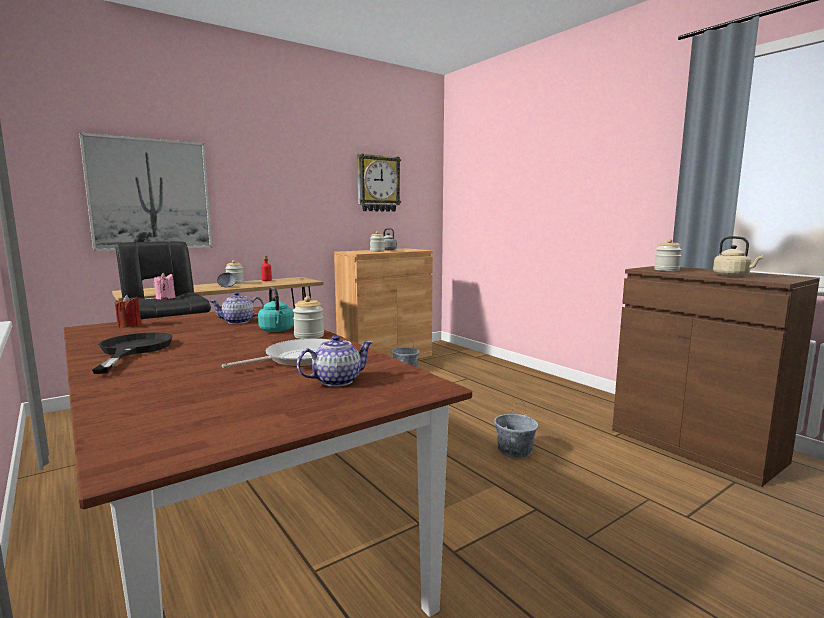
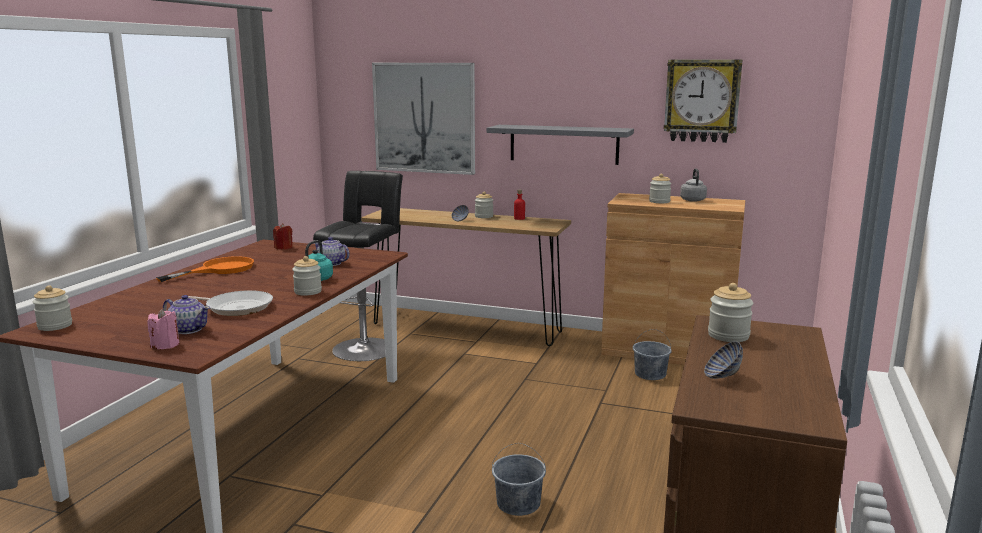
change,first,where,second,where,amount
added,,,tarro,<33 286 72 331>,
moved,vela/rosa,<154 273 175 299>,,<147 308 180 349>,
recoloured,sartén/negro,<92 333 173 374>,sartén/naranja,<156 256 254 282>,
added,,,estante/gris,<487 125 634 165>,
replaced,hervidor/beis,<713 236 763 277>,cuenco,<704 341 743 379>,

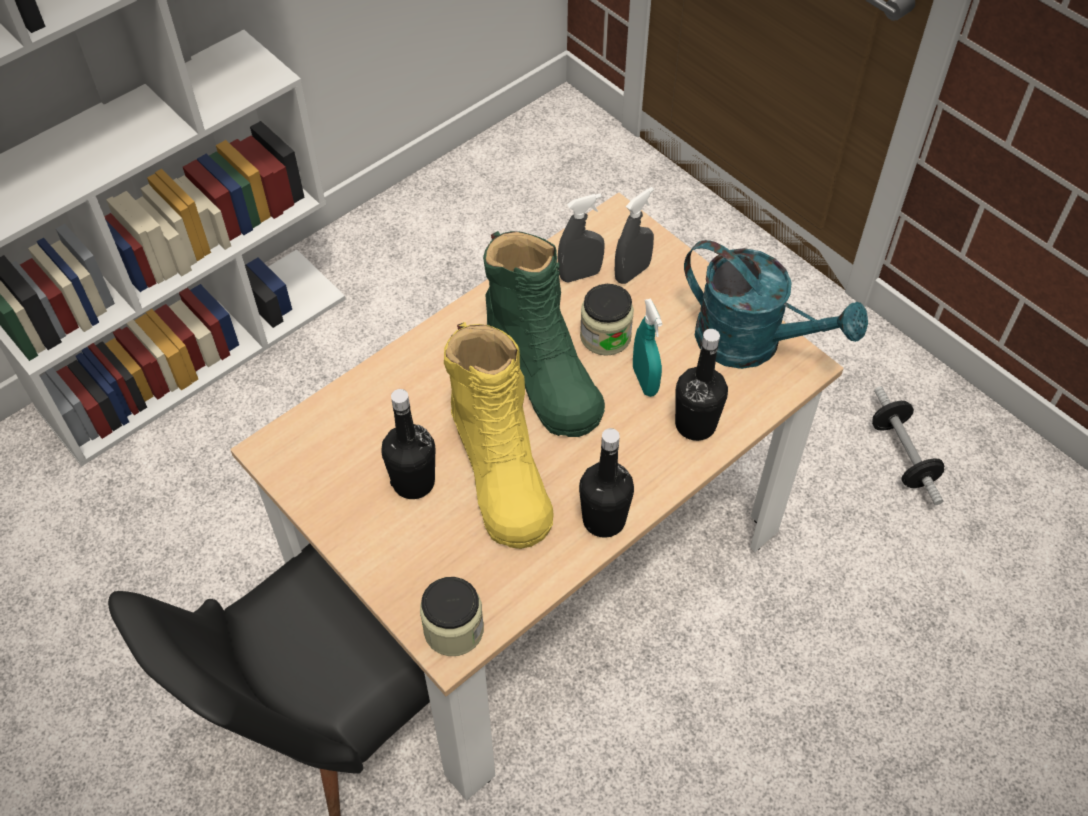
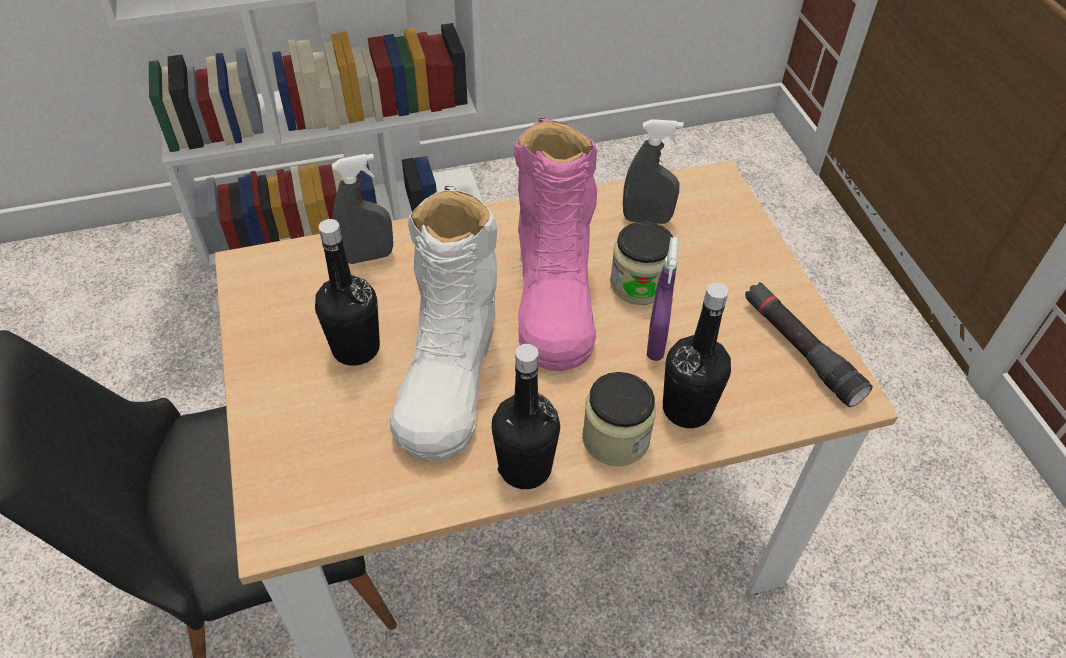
change,first,where,second,where,amount
moved,pulverizador/gris,<615 187 654 284>,,<332 154 393 264>,
recoloured,bota/amarillo,<444 322 554 549>,bota/blanco,<390 186 497 462>,
recoloured,bota/verde,<483 231 605 437>,bota/rosa,<514 118 597 371>,
moved,tarro,<420 577 484 656>,,<582 372 656 466>,
recoloured,pulverizador/turquesa,<633 298 662 397>,pulverizador/morado,<647 237 679 361>,
replaced,regadera/turquesa,<684 240 868 369>,linterna/negro,<745 282 873 407>,
removed,mancuerna,<872 386 945 505>,,,

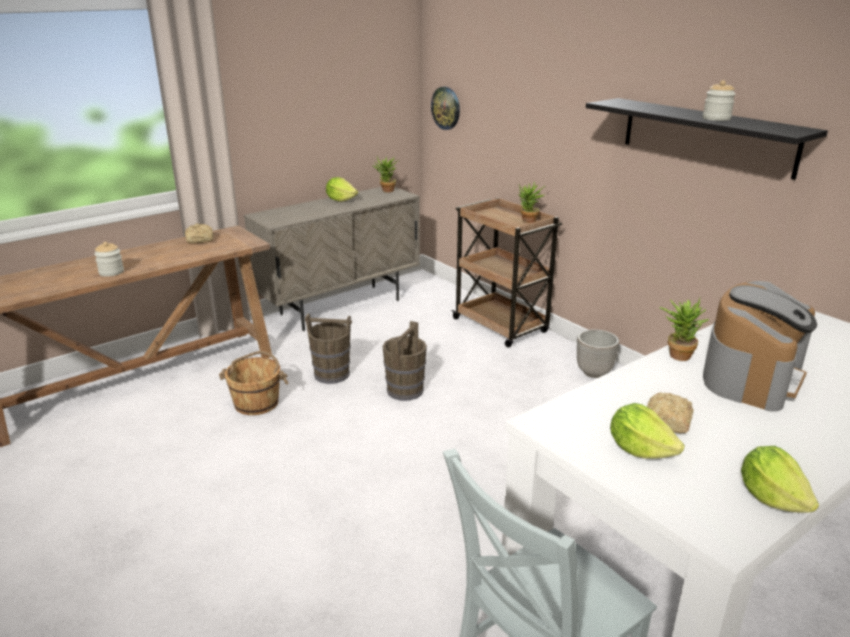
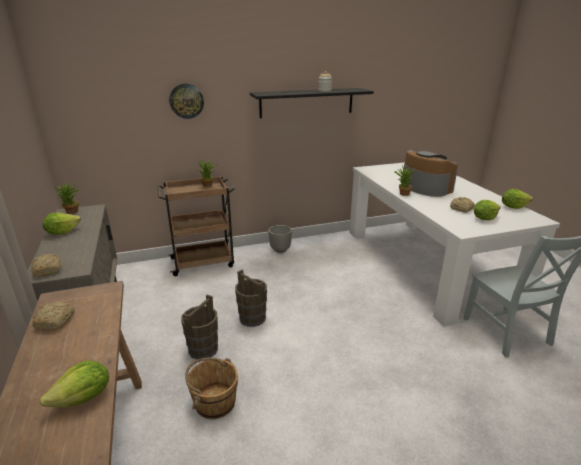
change,first,where,second,where,amount
added,,,pan,<31 254 61 277>,
replaced,tarro,<94 242 124 277>,lechuga,<40 360 109 408>,
moved,reloj de pared,<431 87 460 130>,,<169 84 204 119>,

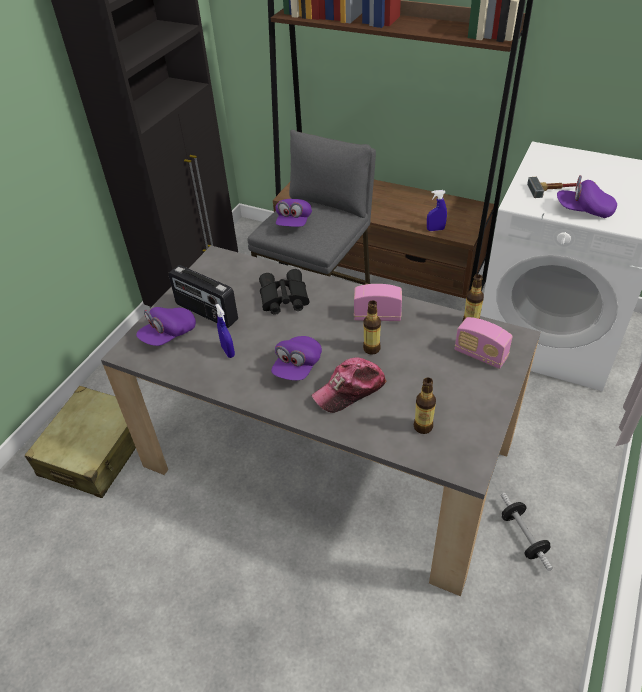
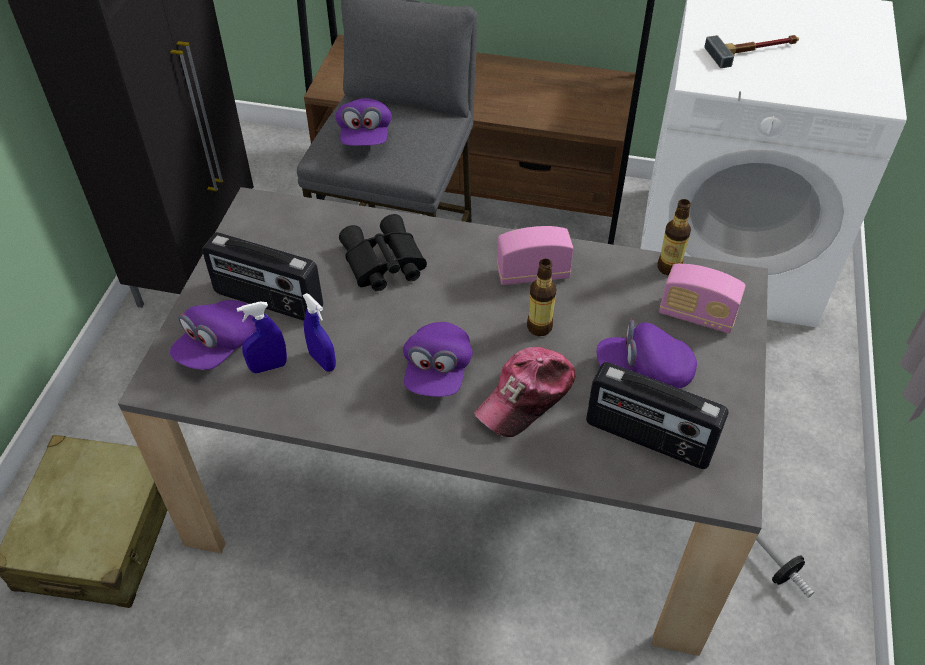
change,first,where,second,where,amount
moved,pulverizador/azul,<427 190 447 231>,,<237 302 287 373>,
replaced,botella,<414 378 436 434>,radio,<586 362 729 469>,
moved,gorra/morado,<557 175 617 218>,,<597 319 697 388>,

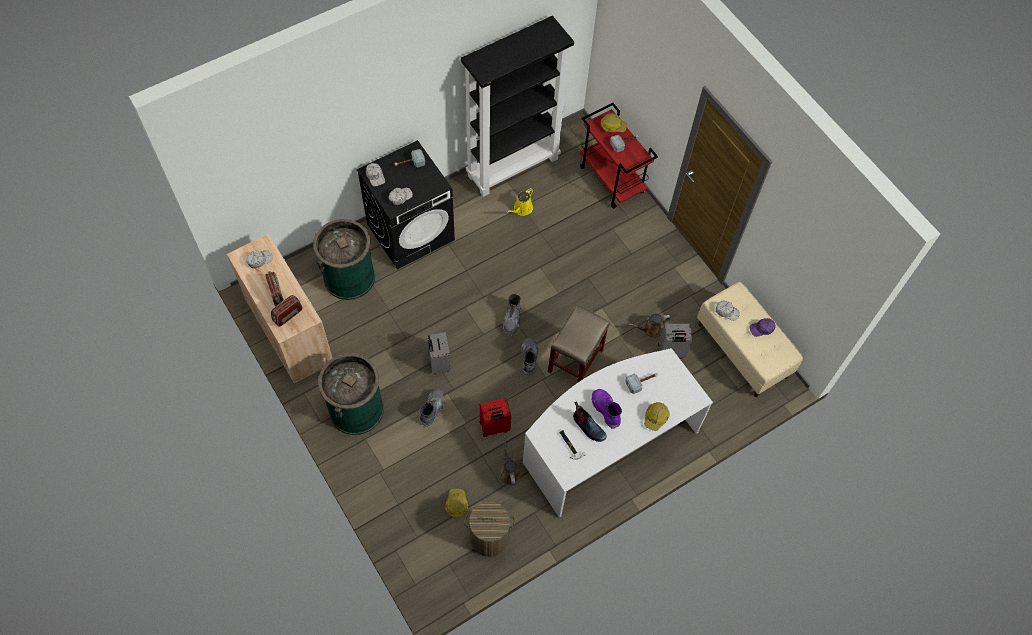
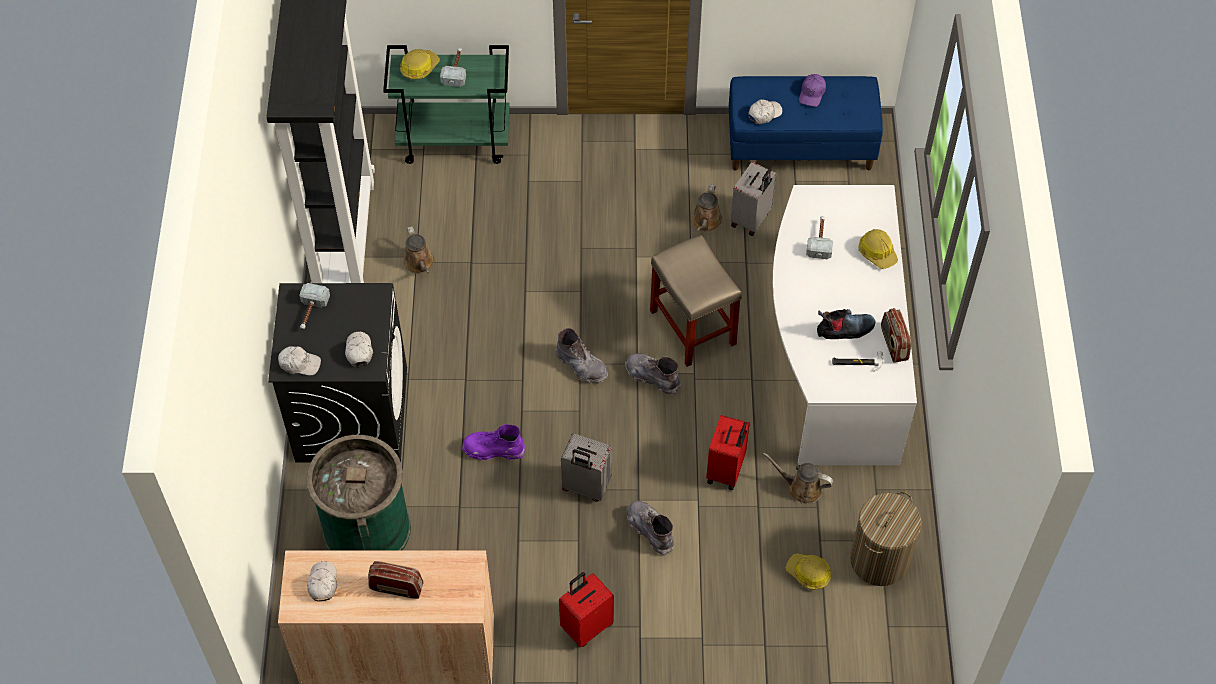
change,first,where,second,where,amount
recoloured,carrito/rojo,<580 103 658 209>,carrito/verde,<383 45 510 164>,
recoloured,regadera/amarillo,<507 188 534 216>,regadera/marrón,<403 226 434 274>,
moved,bota/morado,<591 389 622 429>,,<462 424 525 461>,
replaced,papelera/verde,<318 353 384 435>,maleta/rojo,<559 572 614 647>,
recoloured,banco/beis,<697 282 803 397>,banco/azul,<729 76 883 170>,
moved,radio,<271 295 303 327>,,<881 308 911 363>,

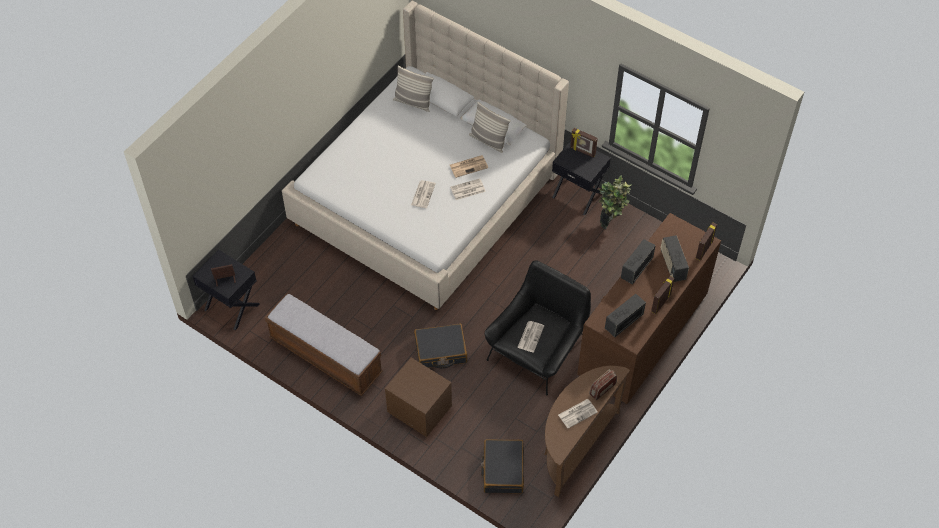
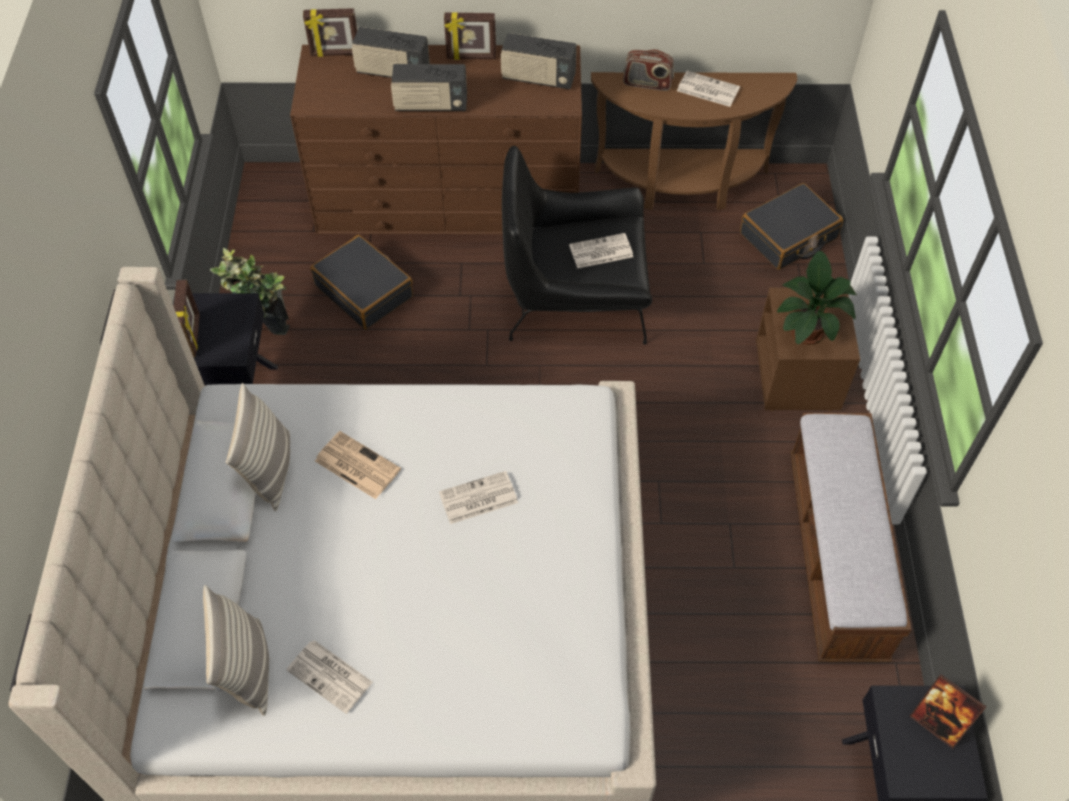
change,first,where,second,where,amount
moved,periódico,<450 178 486 200>,,<286 640 373 714>,
moved,maleta/negro,<414 324 467 368>,,<311 235 413 329>,
turned,radio,<661 235 689 282>,,<352 27 430 78>,60 degrees clockwise
added,,,planta en maceta,<777 251 857 345>,

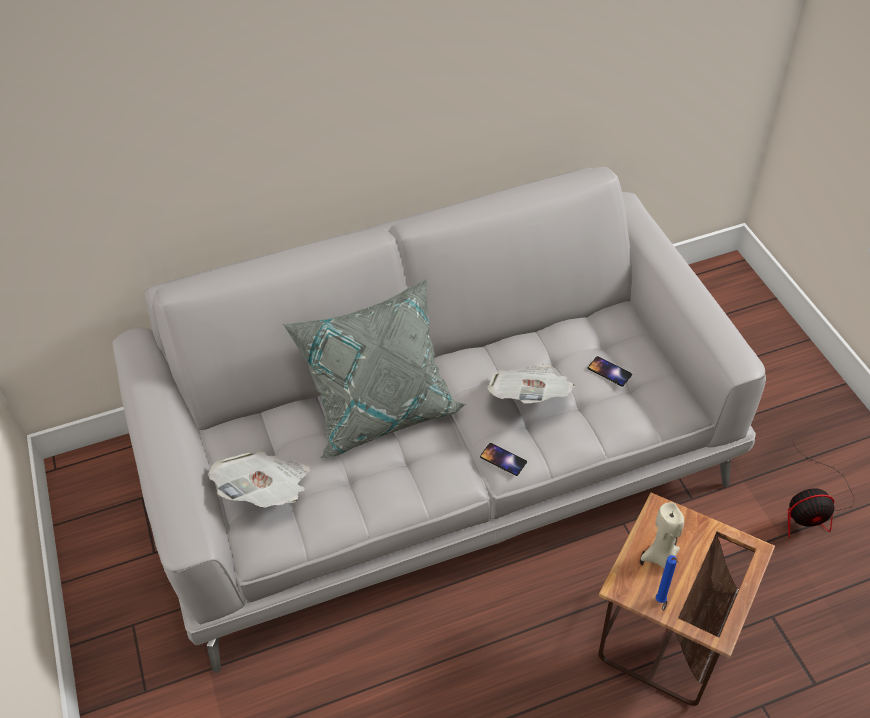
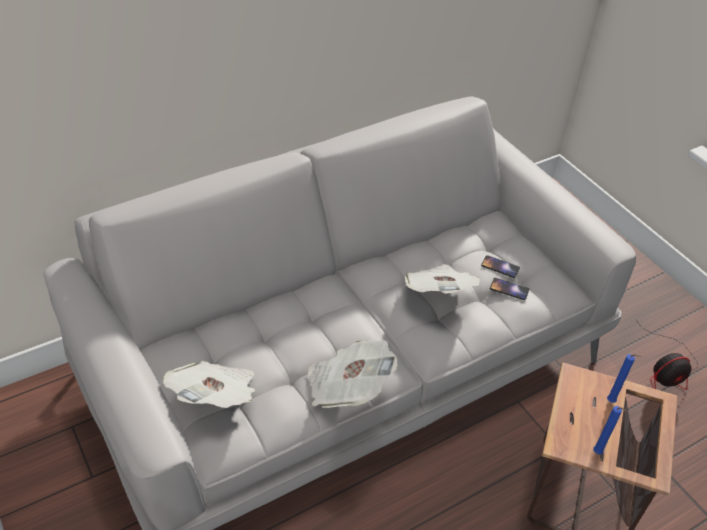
change,first,where,second,where,amount
added,,,periódico,<308 340 397 408>,
moved,móvil,<480 443 527 476>,,<490 278 529 300>,
added,,,vela/azul,<607 354 642 403>,
removed,cojín/gris,<283 279 466 458>,,,
removed,vela/beis,<641 502 684 568>,,,

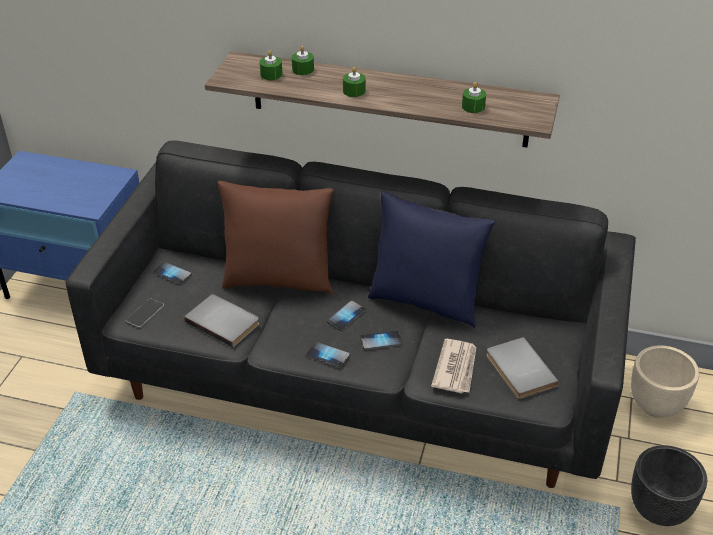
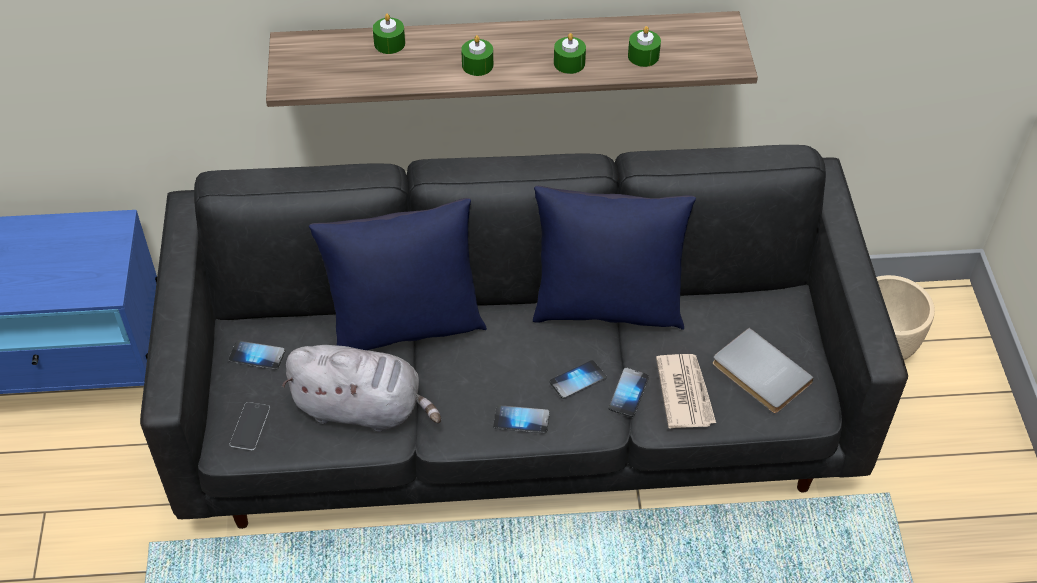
change,first,where,second,where,amount
replaced,libro/gris,<184 294 259 347>,peluche/gris,<282 345 441 432>,
recoloured,cojín/marrón,<217 181 334 295>,cojín/azul,<309 198 487 350>,
moved,vela/verde,<259 50 282 80>,,<554 33 586 74>,
moved,móvil,<327 301 366 331>,,<608 368 649 417>,
removed,maceta/negro,<631 445 707 526>,,,

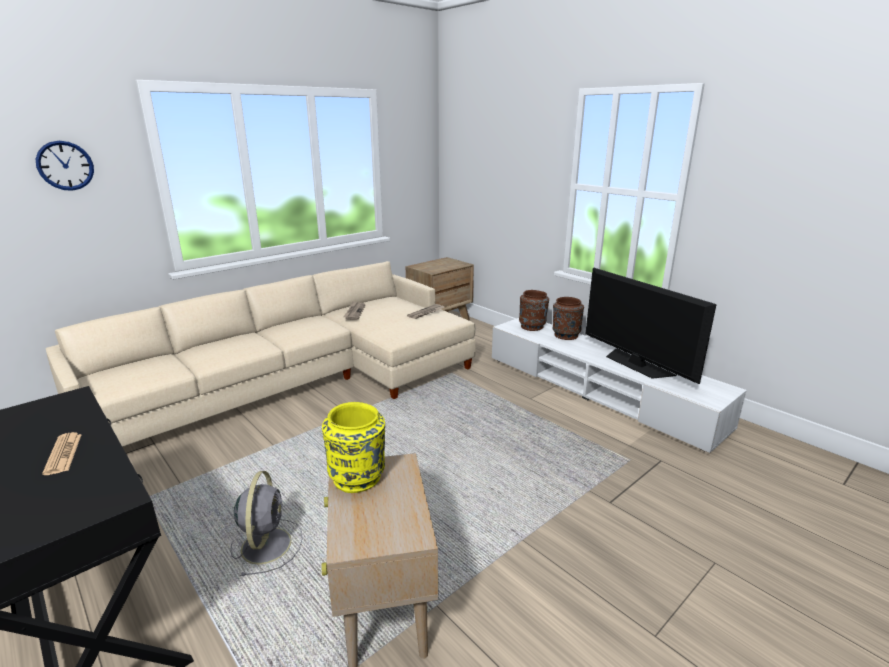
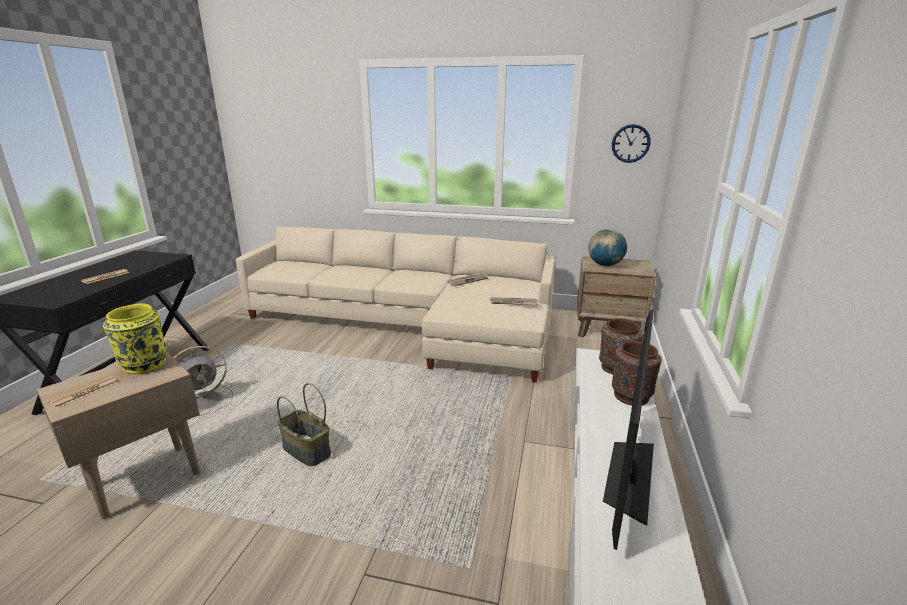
change,first,where,second,where,amount
added,,,periódico,<49 376 119 409>,
added,,,cesta,<277 383 331 466>,
added,,,globo terráqueo,<588 229 627 266>,
moved,reloj de pared,<36 141 94 191>,,<612 124 651 163>,

